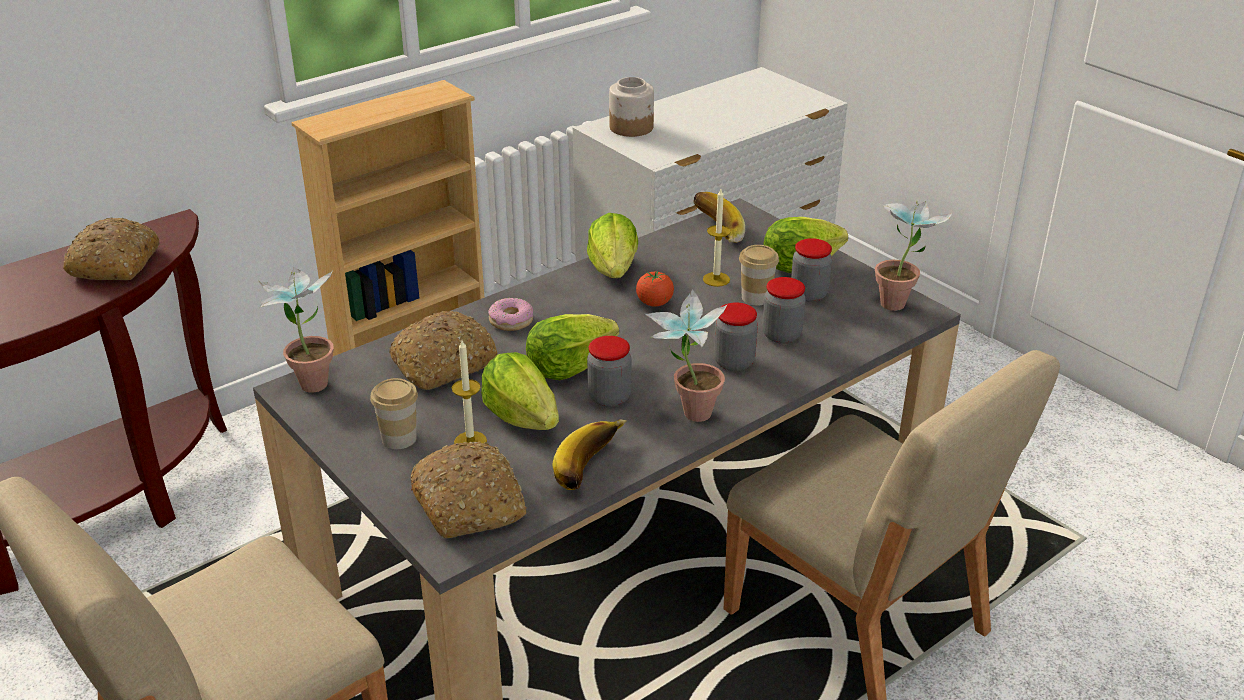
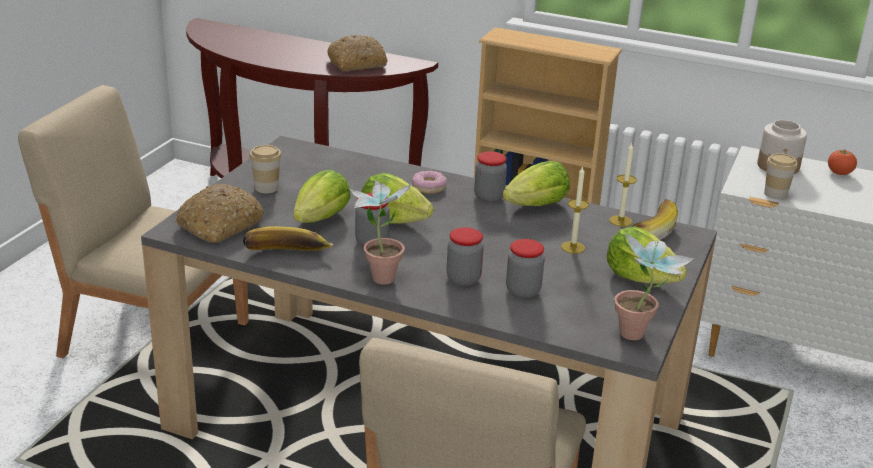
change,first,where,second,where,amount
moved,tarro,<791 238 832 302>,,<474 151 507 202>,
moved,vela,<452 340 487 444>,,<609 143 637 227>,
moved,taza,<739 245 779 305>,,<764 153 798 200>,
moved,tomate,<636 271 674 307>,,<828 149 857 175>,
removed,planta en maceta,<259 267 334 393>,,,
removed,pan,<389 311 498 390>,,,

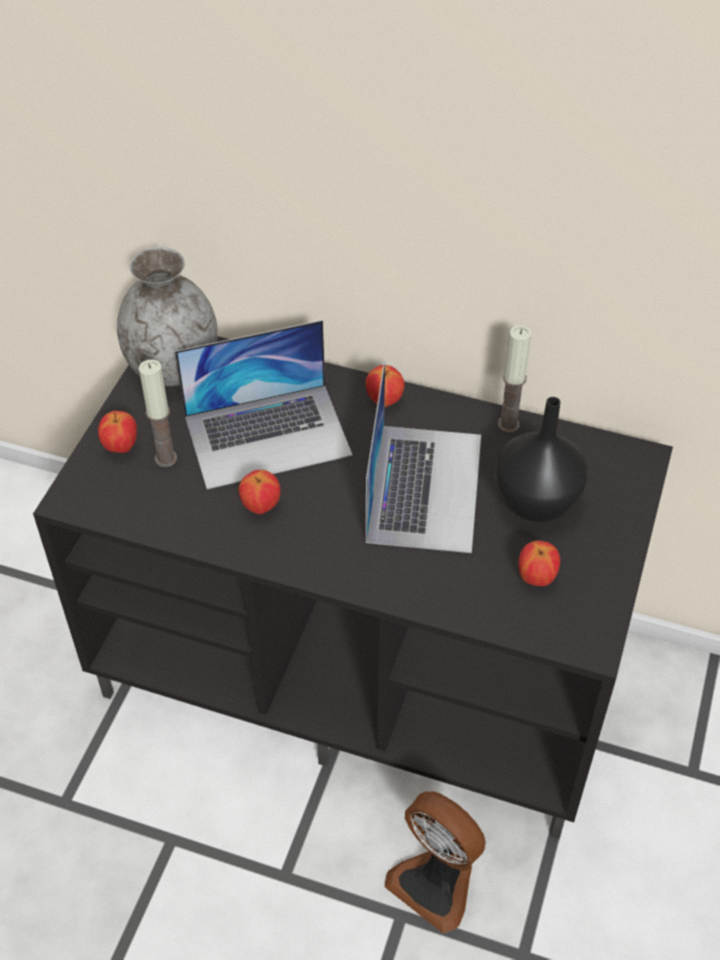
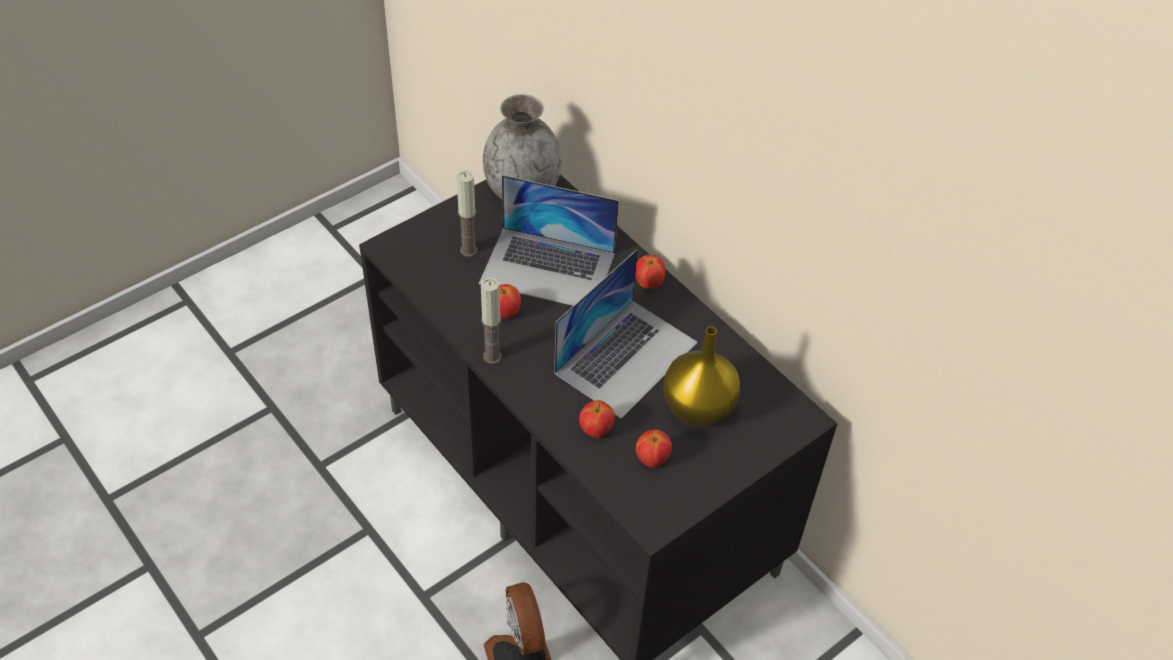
change,first,where,second,where,amount
moved,vela,<498 325 532 433>,,<481 277 502 364>,
moved,manzana,<98 411 137 453>,,<579 400 615 438>,
recoloured,florero/negro,<495 397 588 522>,florero/amarillo,<663 326 741 427>,

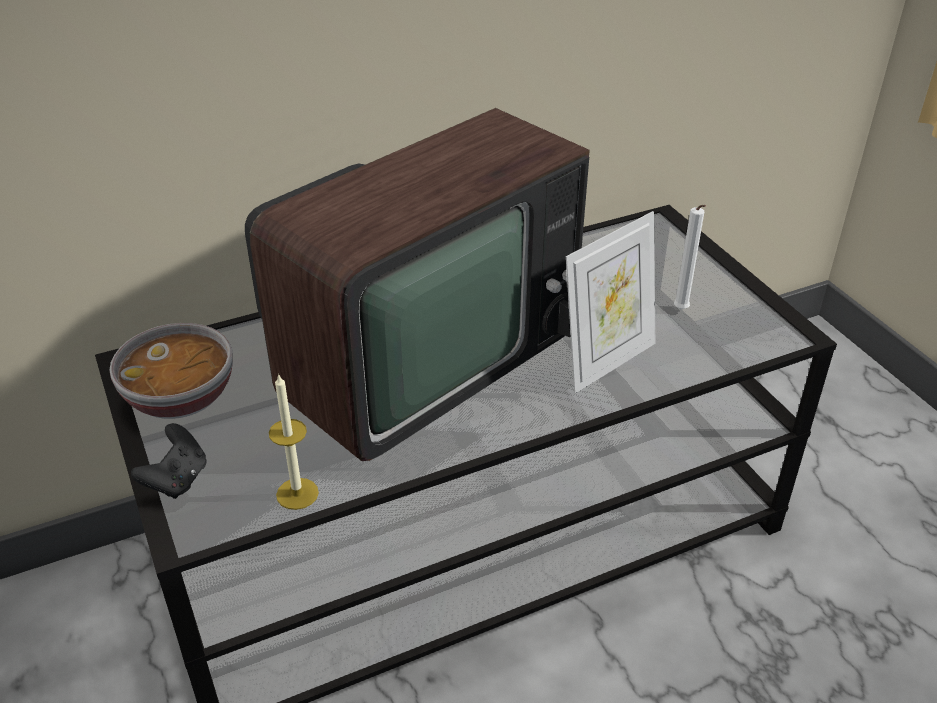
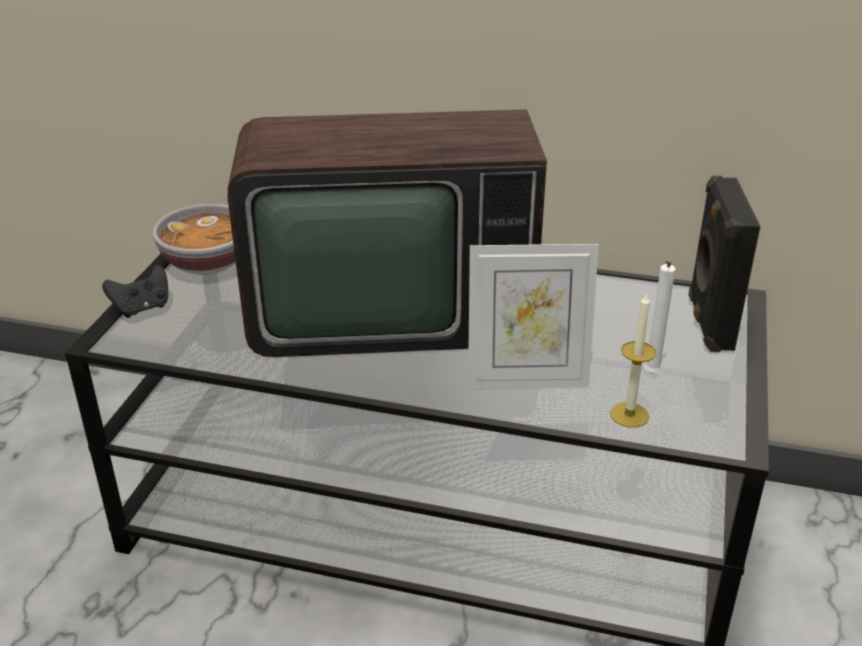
change,first,where,second,where,amount
moved,vela,<269 373 319 510>,,<610 293 656 428>,
added,,,altavoz/negro,<688 176 760 352>,

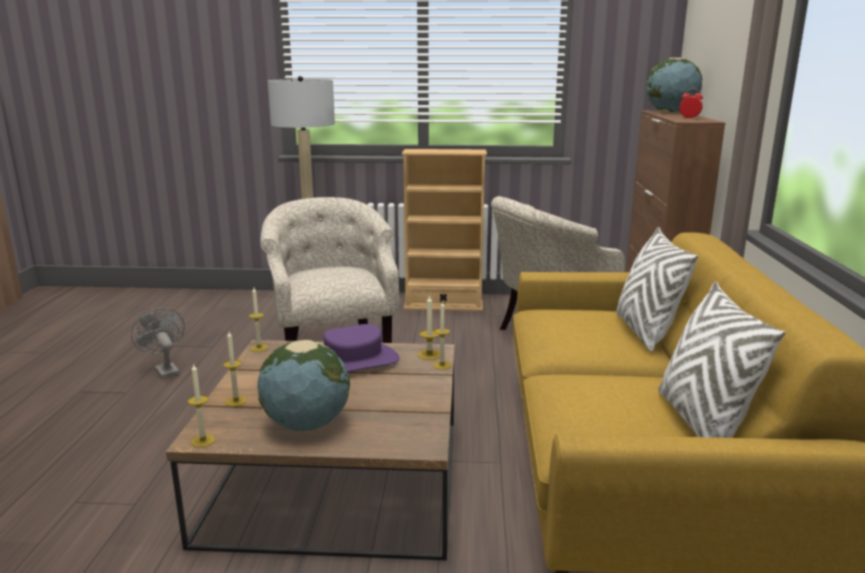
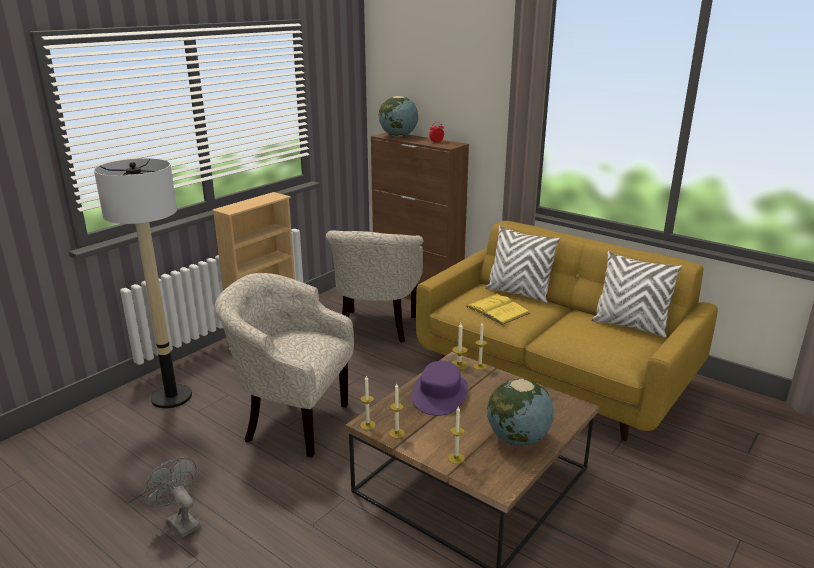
change,first,where,second,where,amount
turned,ventilador/gris,<131 308 184 379>,,<142 457 200 538>,45 degrees clockwise
moved,vela,<188 363 215 447>,,<389 383 405 438>,
added,,,libro/amarillo,<466 293 530 325>,

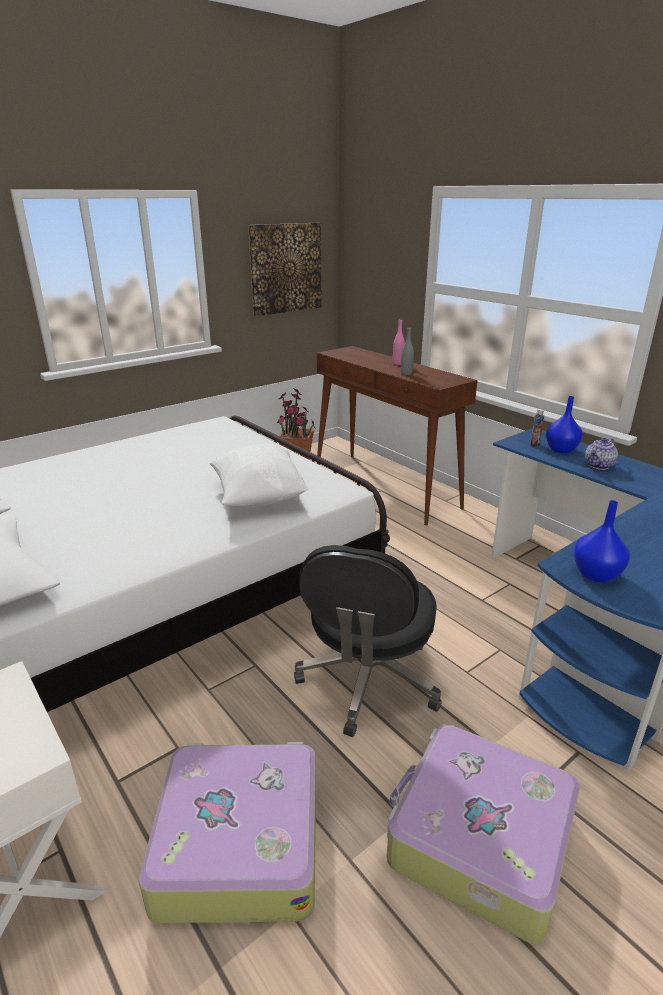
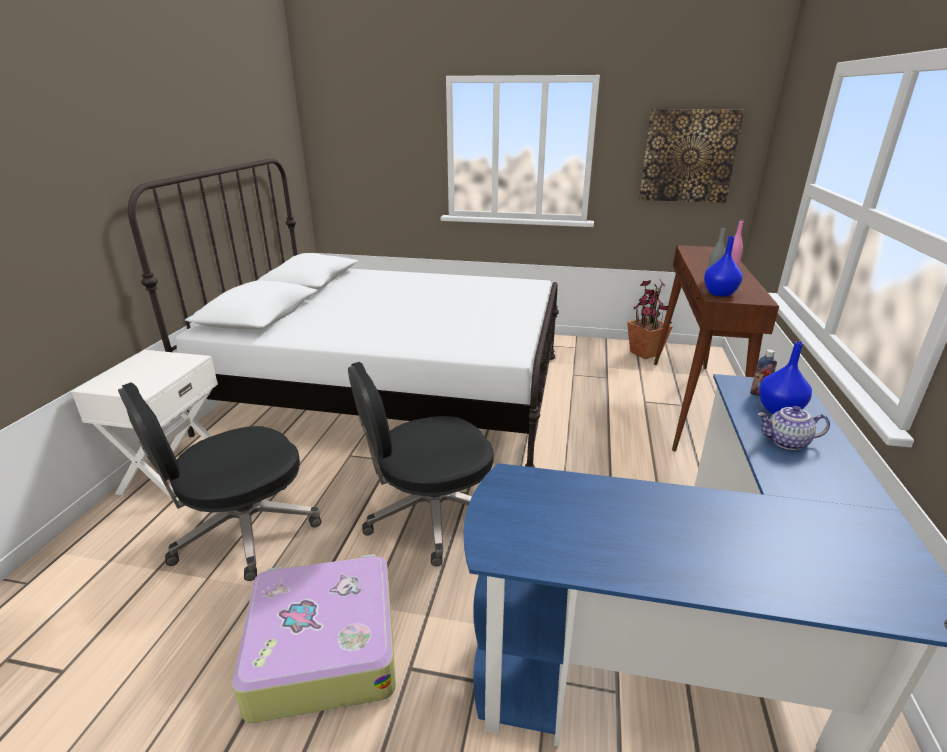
change,first,where,second,where,amount
replaced,maleta,<139 742 316 923>,silla de oficina/negro,<118 382 321 581>,
moved,florero/azul,<574 500 630 582>,,<704 236 743 297>,
removed,cojín/blanco,<209 444 309 508>,,,

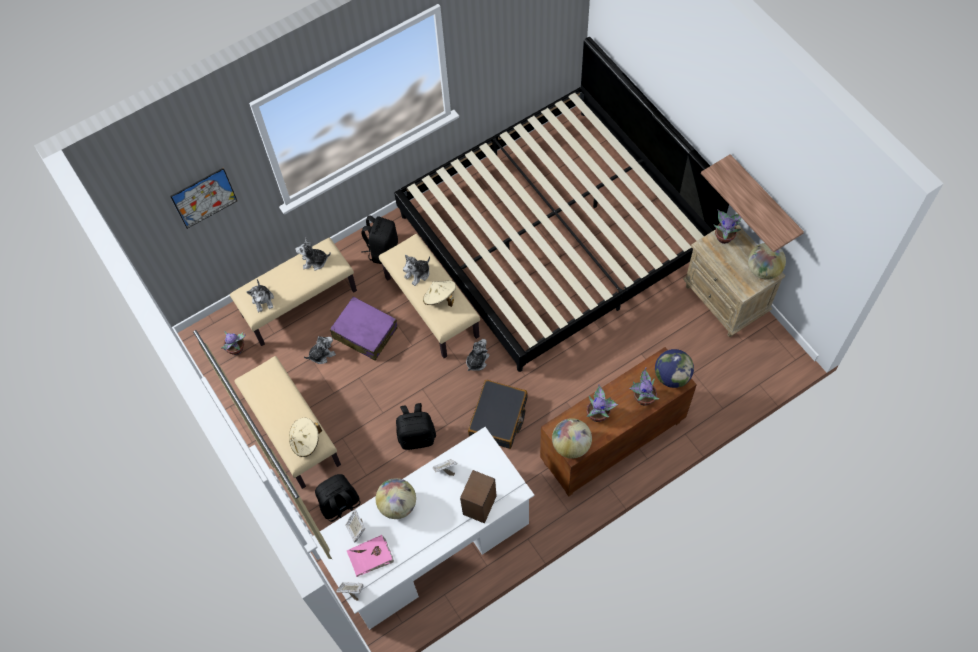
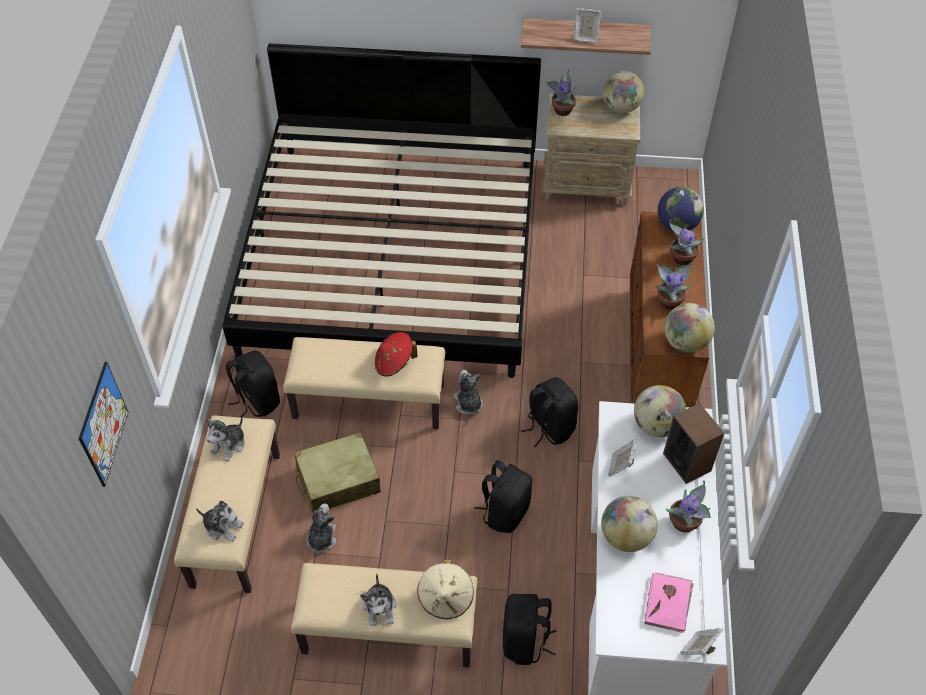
change,first,where,second,where,amount
recoloured,maleta/morado,<330 296 398 361>,maleta/beis,<294 432 381 512>,
moved,peluche,<403 255 430 286>,,<360 573 397 627>,
recoloured,sombrero/beis,<423 280 456 307>,sombrero/rojo,<375 332 418 377>,
replaced,maleta/negro,<468 380 528 449>,mochila/negro,<521 377 578 448>,
moved,portarretratos,<346 509 365 543>,,<574 8 601 43>,
added,,,globo terráqueo,<634 385 686 437>,
moved,planta en maceta,<221 331 245 355>,,<666 480 711 532>,

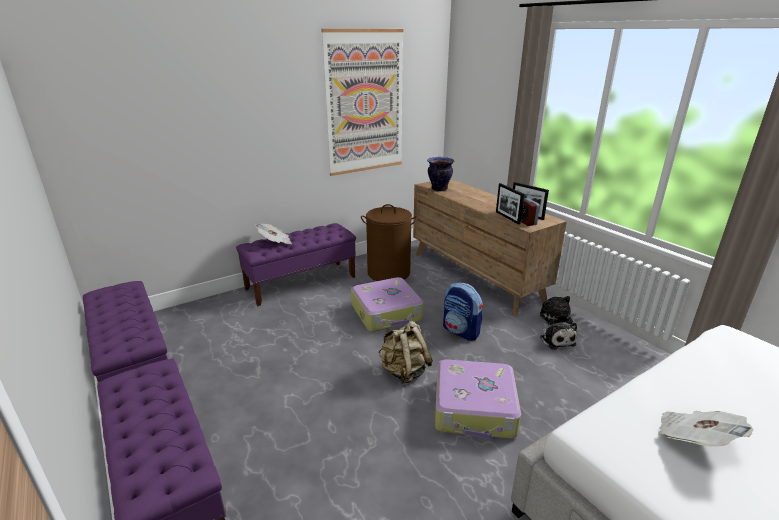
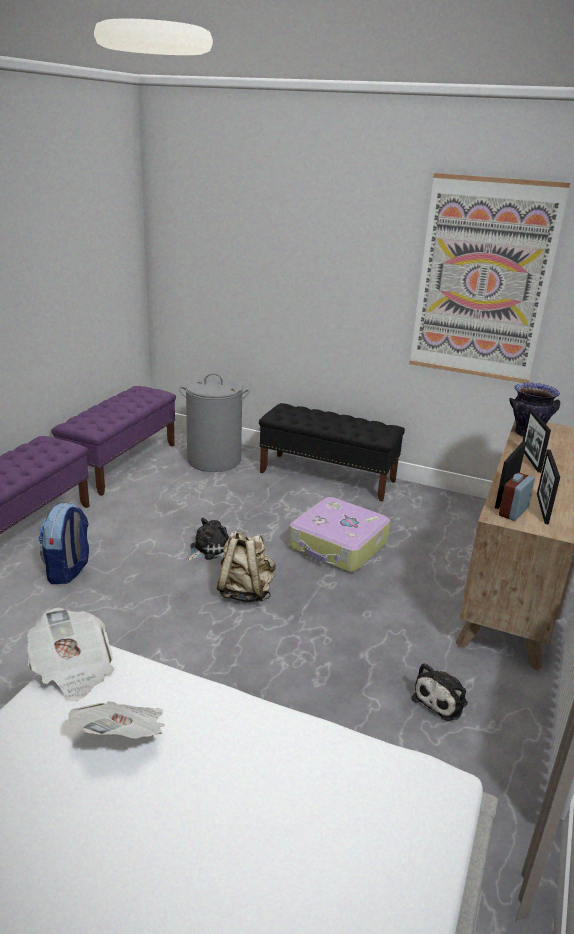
change,first,where,second,where,amount
moved,periódico,<255 223 292 244>,,<27 607 114 701>,
moved,mochila,<443 283 483 341>,,<39 502 89 584>,
added,,,cesto de la ropa/gris,<179 373 250 472>,
moved,peluche,<540 296 573 325>,,<187 518 229 561>,
recoloured,banco/morado,<236 223 356 306>,banco/negro,<259 403 405 502>,
added,,,portarretratos,<523 409 551 473>,
removed,cesto de la ropa/marrón,<361 204 417 281>,,,
removed,maleta,<435 359 521 439>,,,

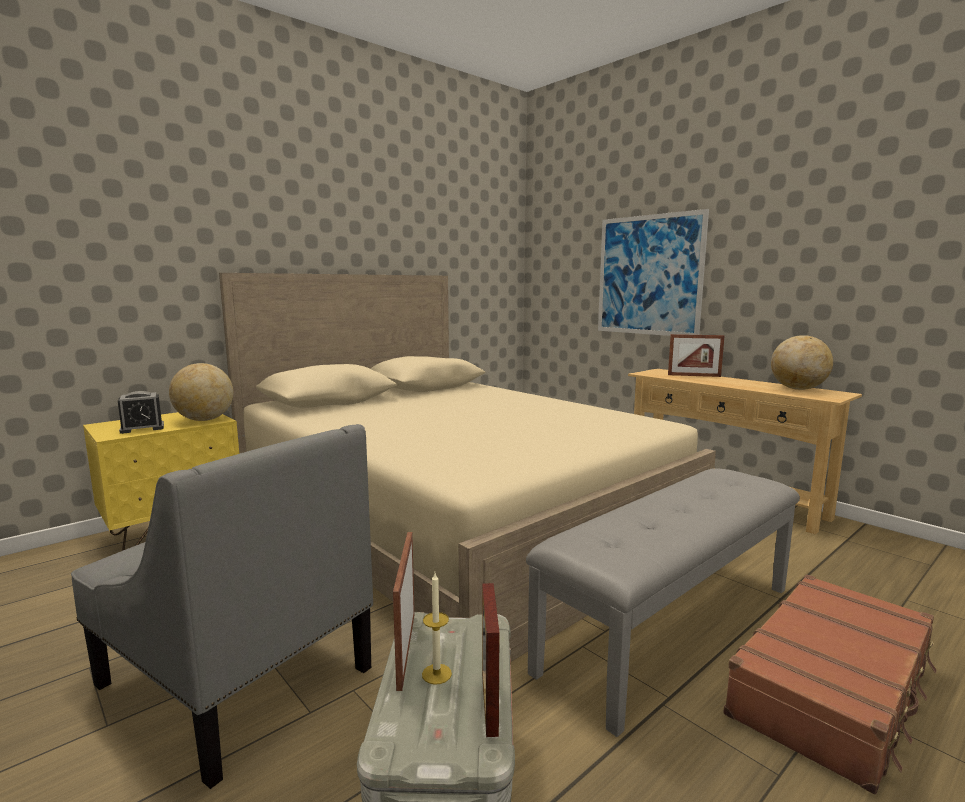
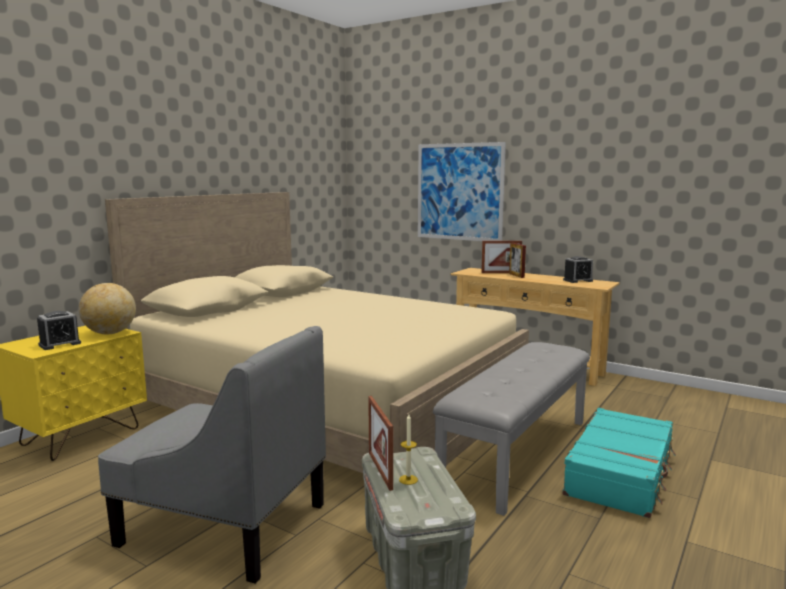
change,first,where,second,where,amount
moved,portarretratos,<482 583 500 737>,,<509 243 526 278>,
recoloured,maleta/marrón,<723 574 936 794>,maleta/turquesa,<562 408 676 518>,
replaced,globo terráqueo,<771 335 833 390>,despertador,<563 256 593 283>,

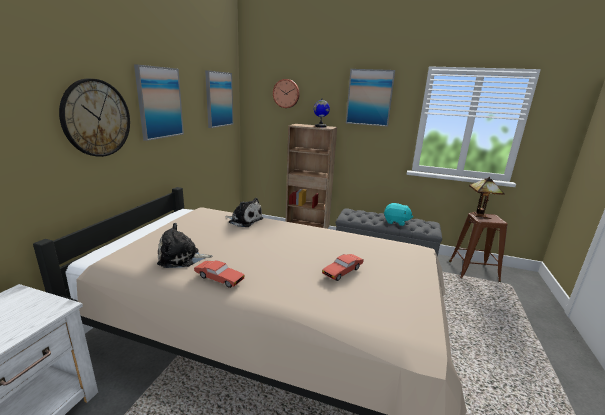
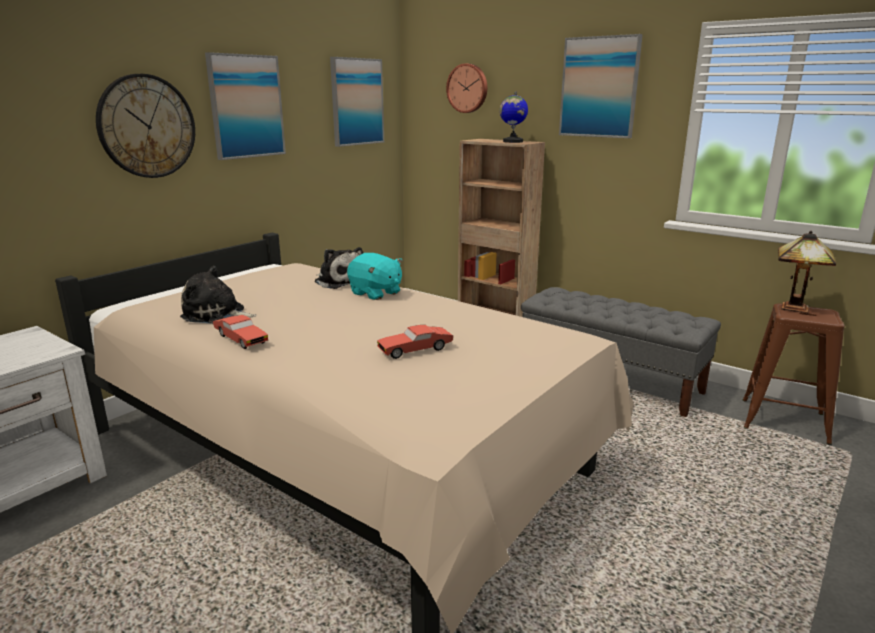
change,first,where,second,where,amount
moved,peluche/turquesa,<384 203 413 226>,,<347 253 402 300>,

